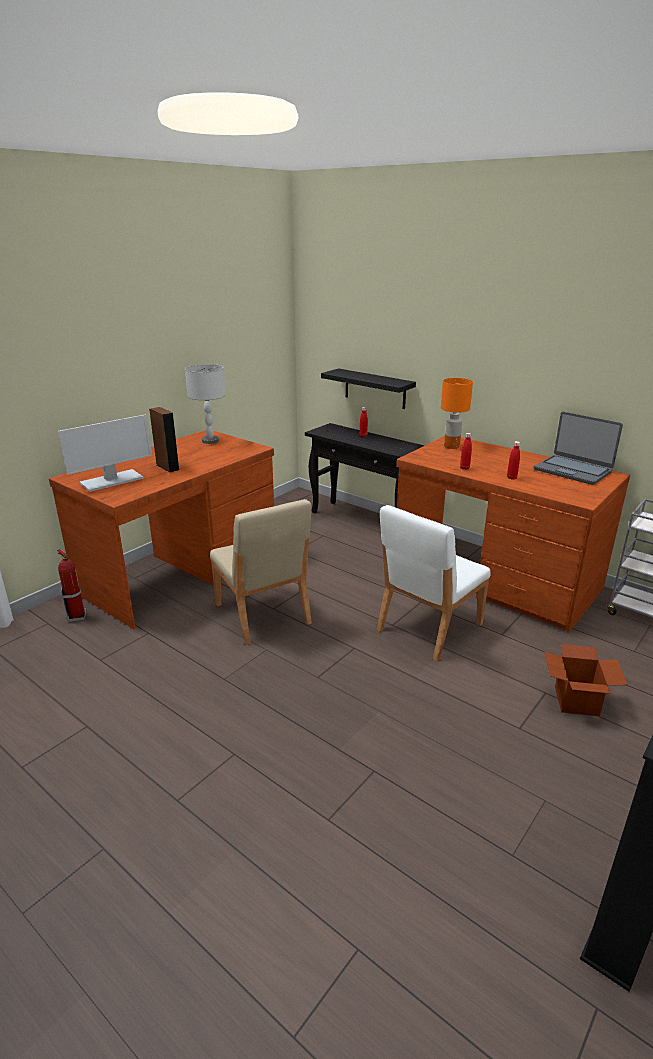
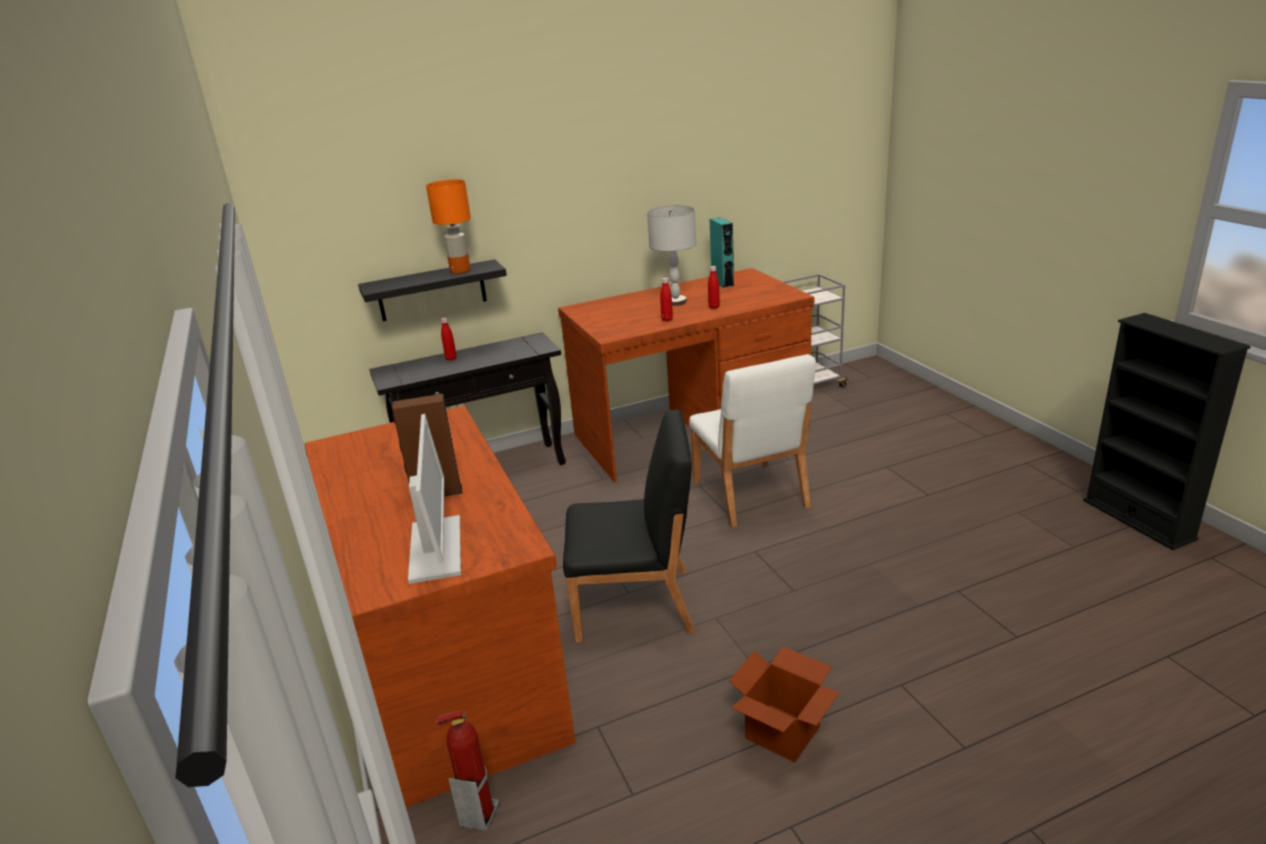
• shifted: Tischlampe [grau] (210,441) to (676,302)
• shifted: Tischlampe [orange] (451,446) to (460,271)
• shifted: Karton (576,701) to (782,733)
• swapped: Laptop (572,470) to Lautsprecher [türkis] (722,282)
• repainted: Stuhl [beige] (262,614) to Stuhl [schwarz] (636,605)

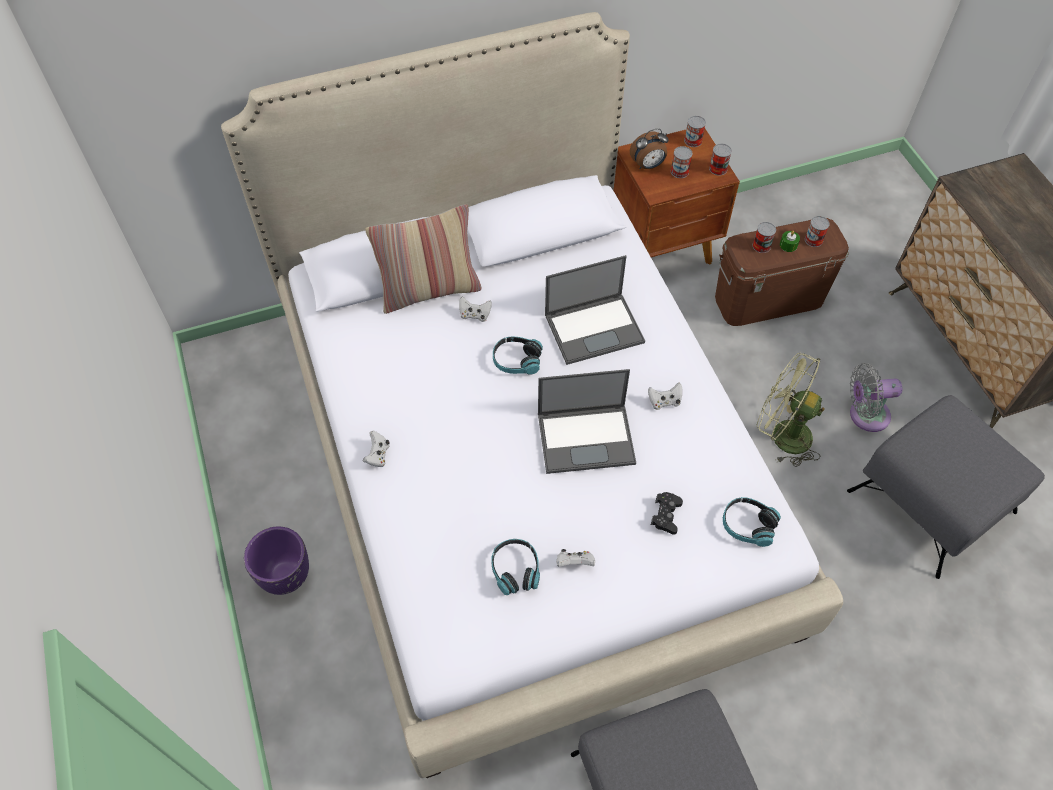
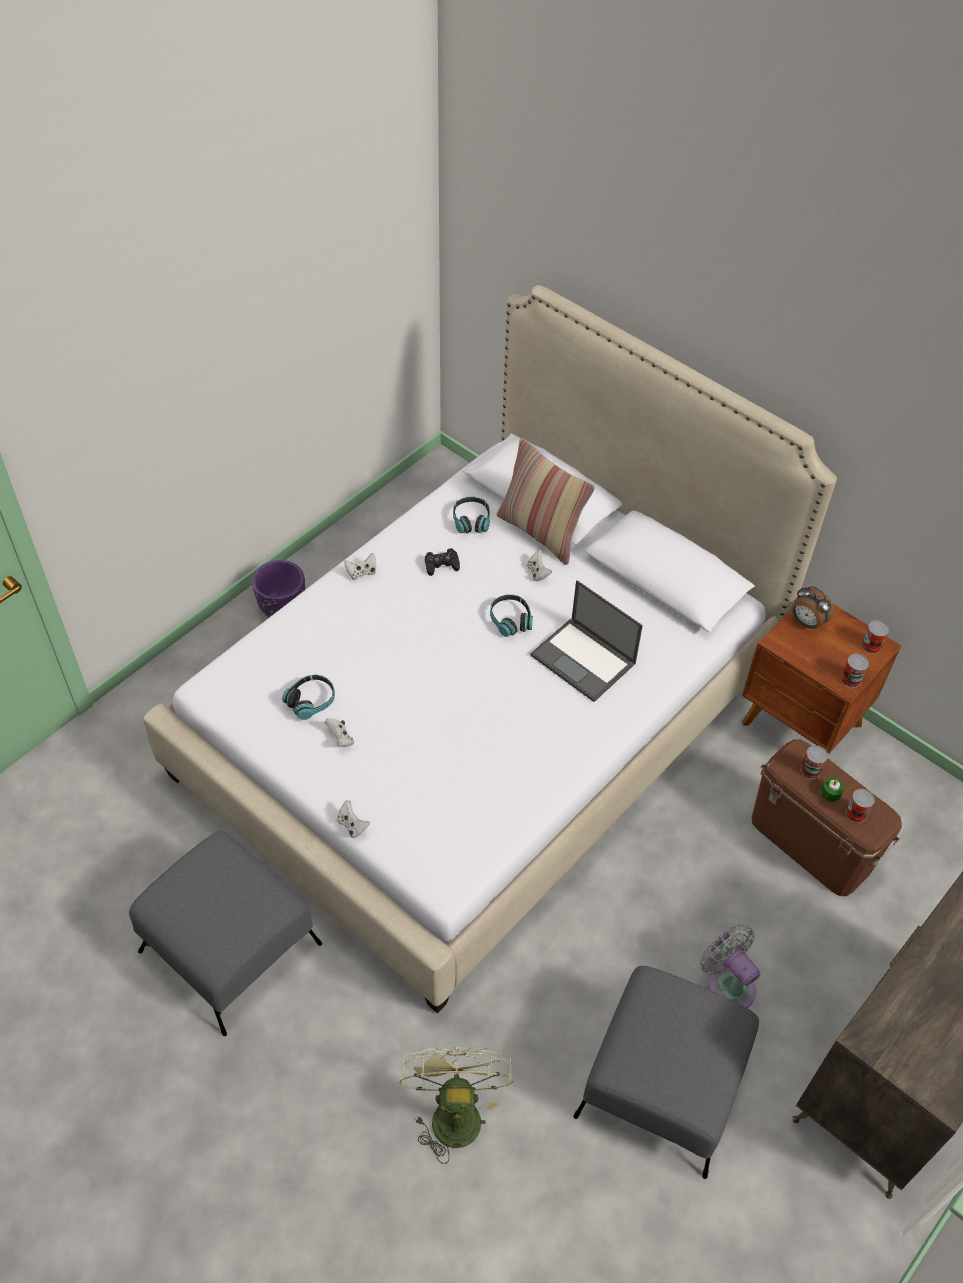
• gone: Laptop (587,438)
• gone: Dose (679,171)
• shifted: Gamepad [weiß] (664,401) to (352,825)
• shifted: Gamepad [schwarz] (666,515) to (441,565)
• shifted: Kopfhörer (748,525) to (471,520)
• shifted: Ventilator [grün] (782,435) to (453,1111)

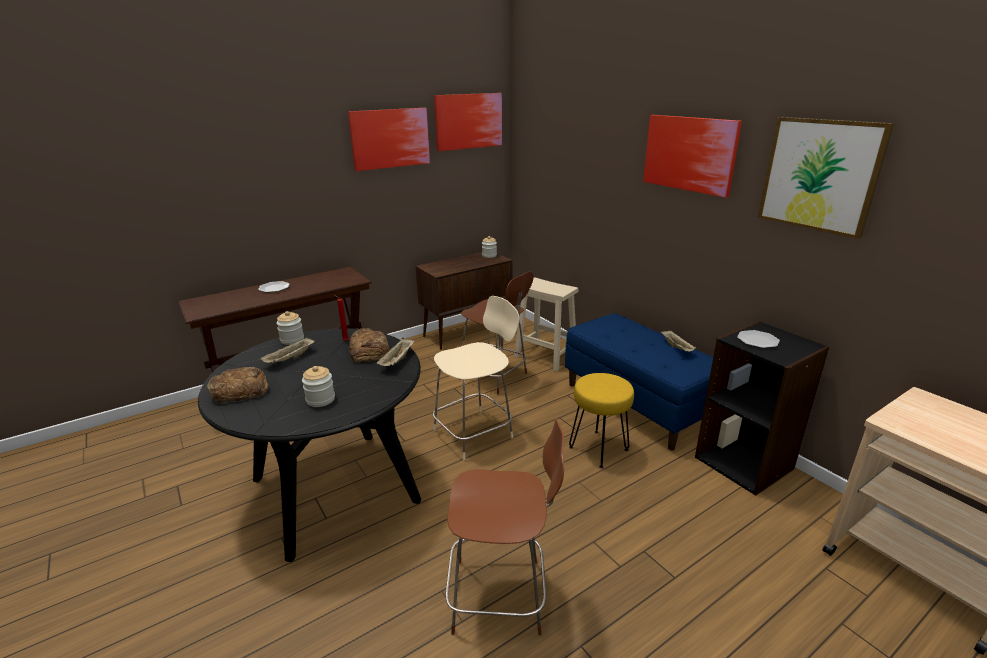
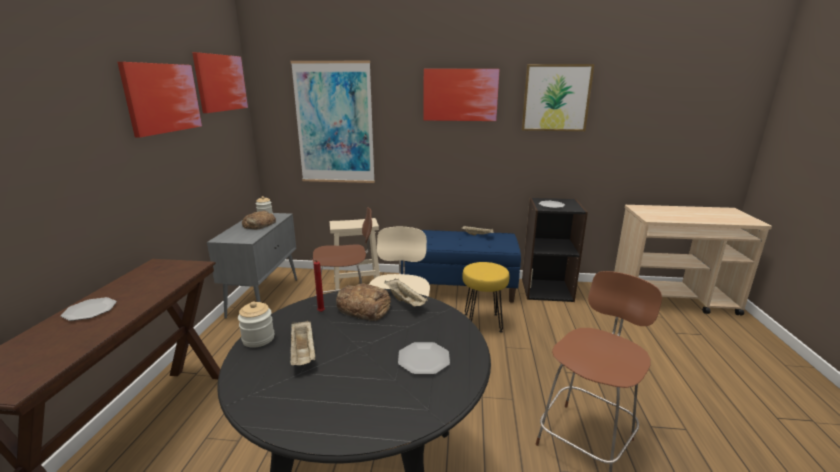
• new: Bild (334,124)
• shifted: Brot (239,391) to (259,225)
• swapped: Vorratsglas (320,399) to Teller (423,360)
• repainted: Schrank [braun] (467,332) to Schrank [grau] (264,297)

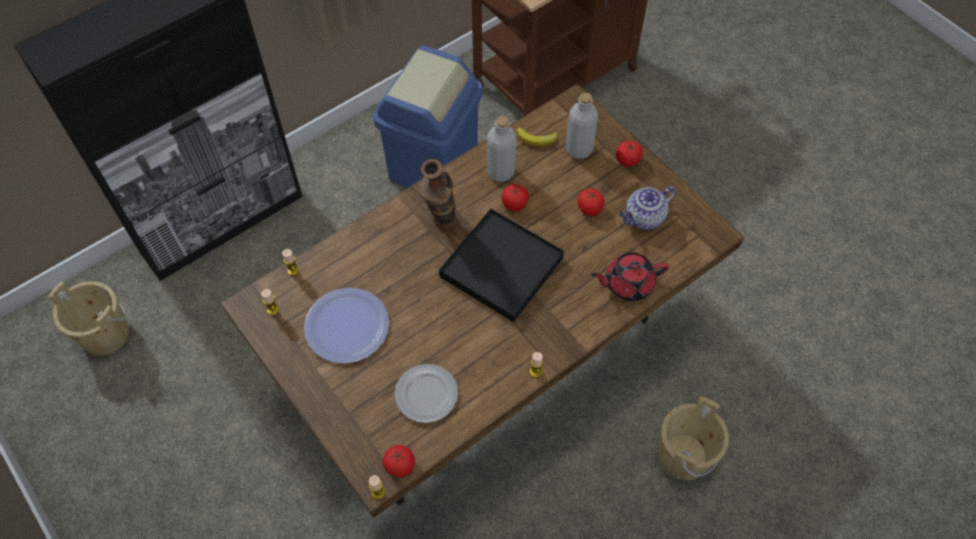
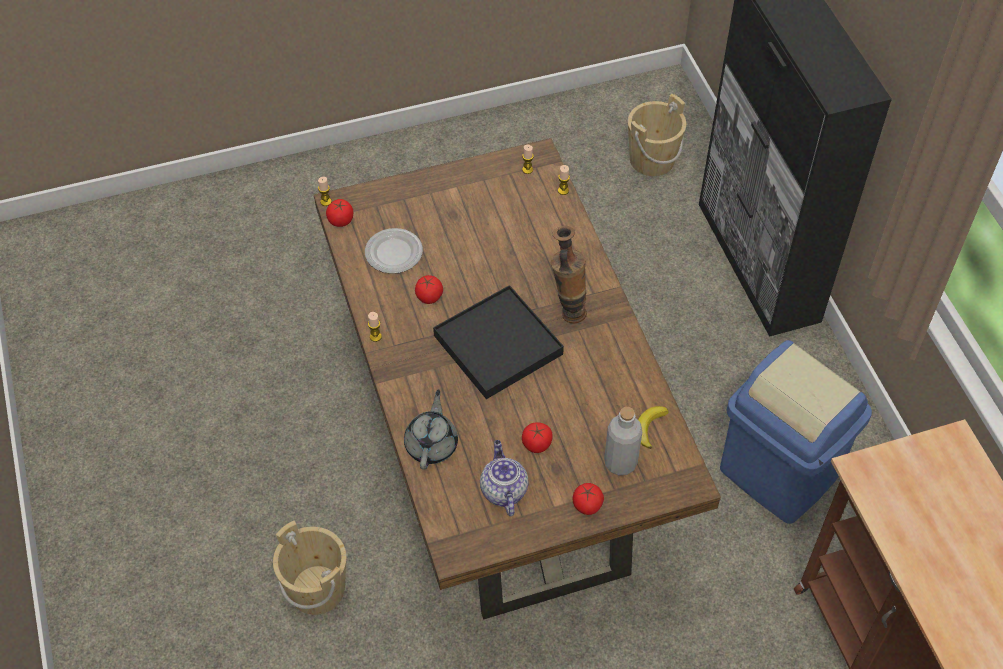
• gone: Teller (347,326)
• gone: Flasche [grau] (501,172)
• shifted: Tomate (514,204) to (429,297)
• repainted: Teekanne [rot] (627,283) to Teekanne [grau] (432,444)

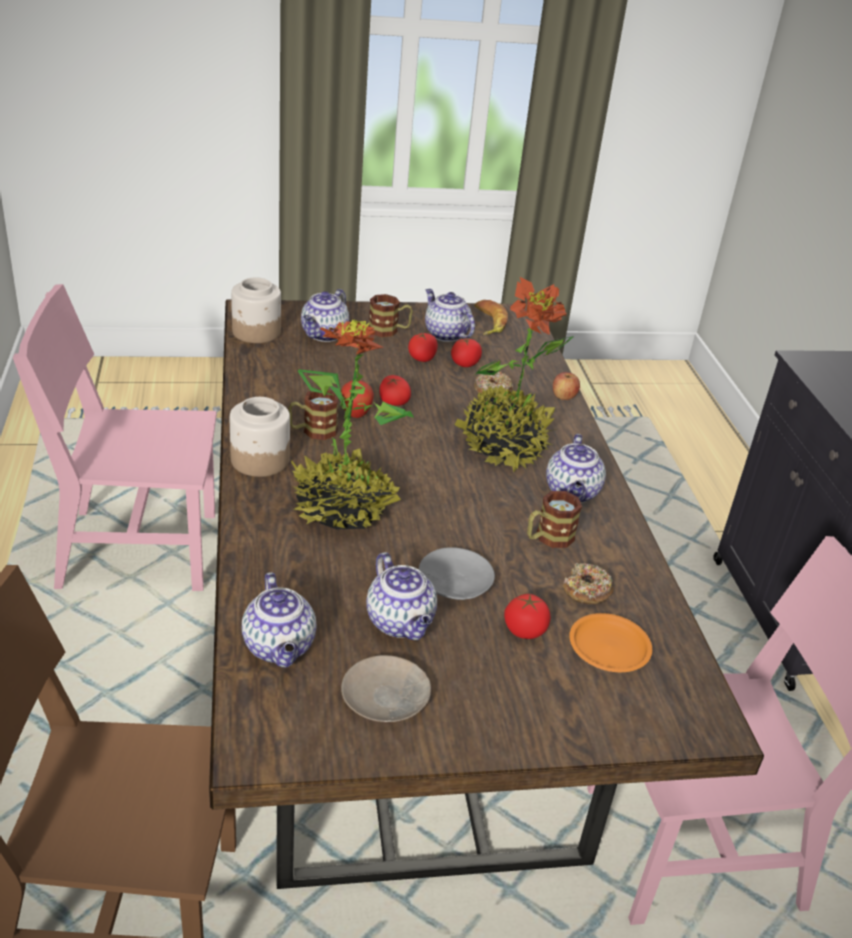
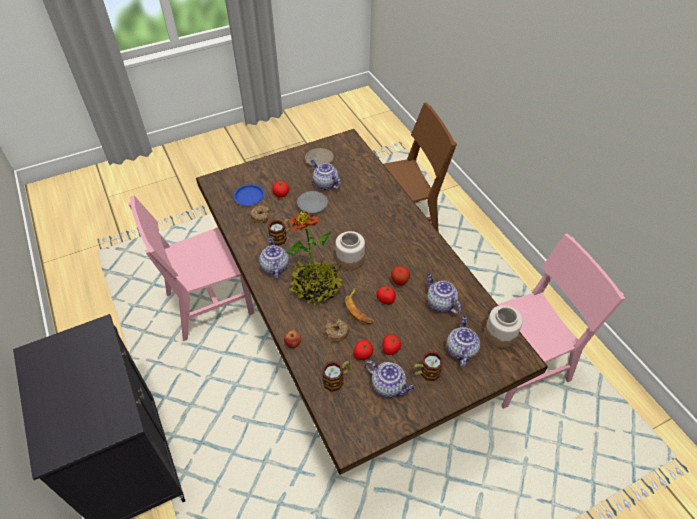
• gone: Topfpflanze (343,508)
• shifted: Vorratsglas (259,460) to (350,259)
• shifted: Teekanne (280,647) to (440,303)
• shifted: Henkelbecher (313,431) to (337,379)
• shifted: Banane (487,323) to (359,310)
• repainted: Teller [orange] (609,647) to Teller [blau] (249,197)

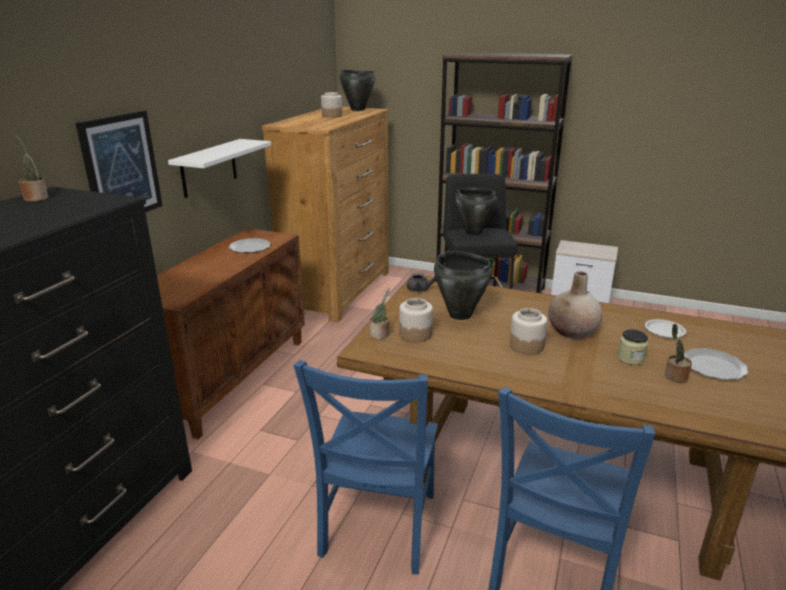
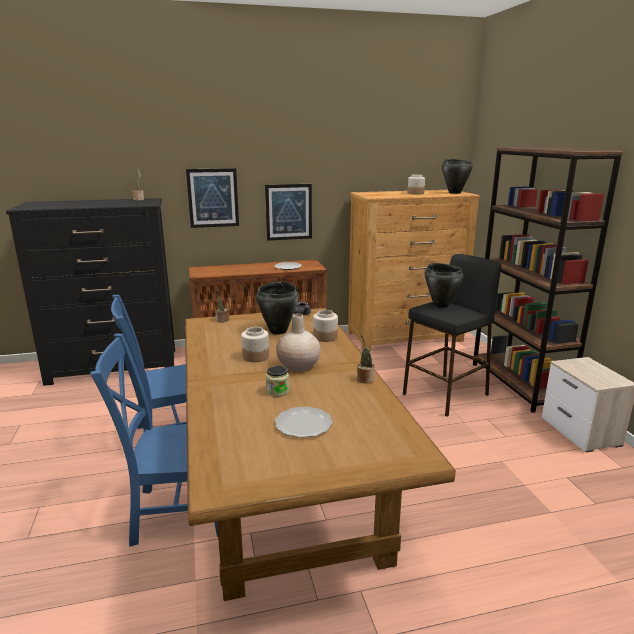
• gone: Teller [weiß] (664,331)
• shifted: Vorratsglas (415,334) to (325,337)
• shifted: Topfpflanze (674,377) to (364,379)
• swapped: Wandregal [weiß] (209,168) to Bild (288,212)

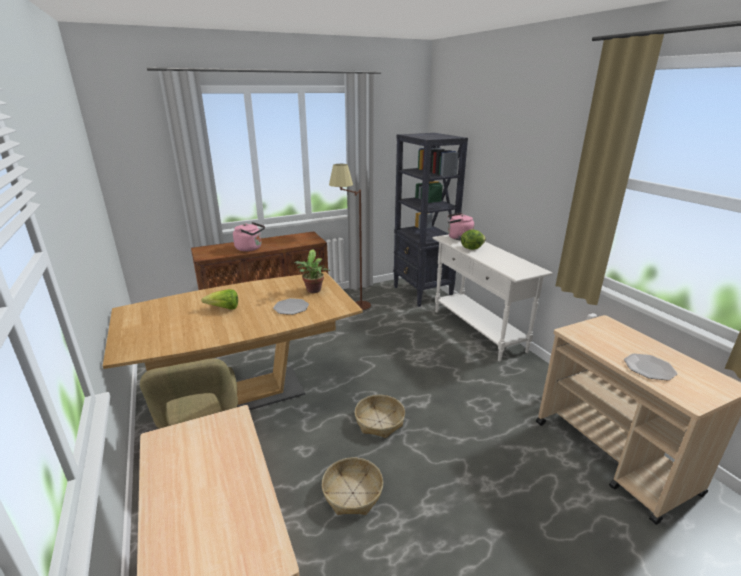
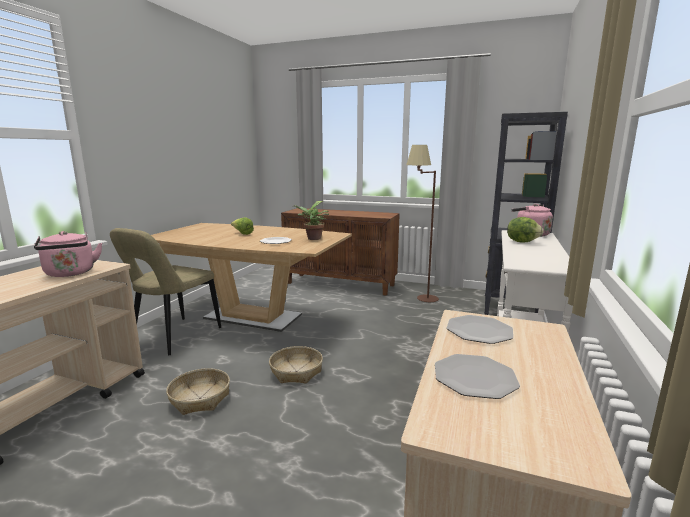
• new: Teller (479,331)
• shifted: Wasserkessel [rosa] (250,248) to (70,273)

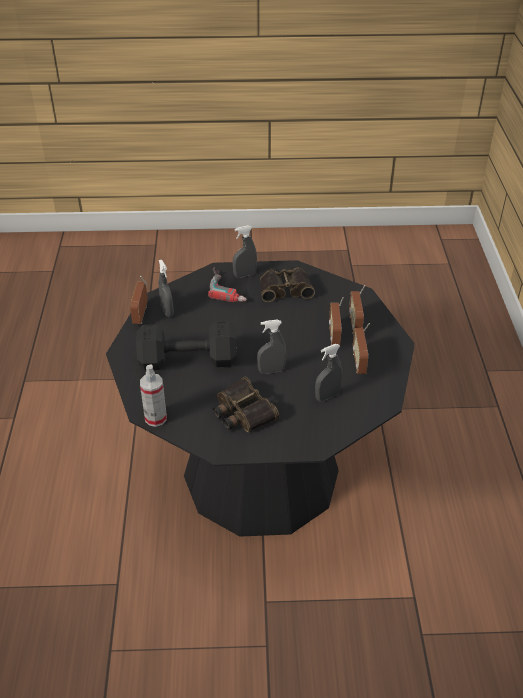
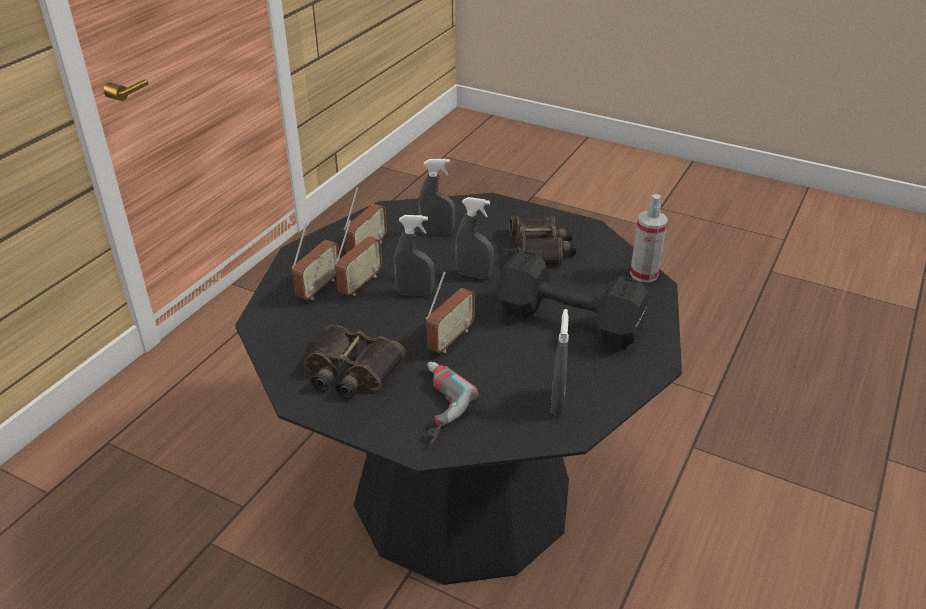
• shifted: Radio (141,315) to (450,339)
• shifted: Sprühflasche [grau] (245,275) to (415,293)

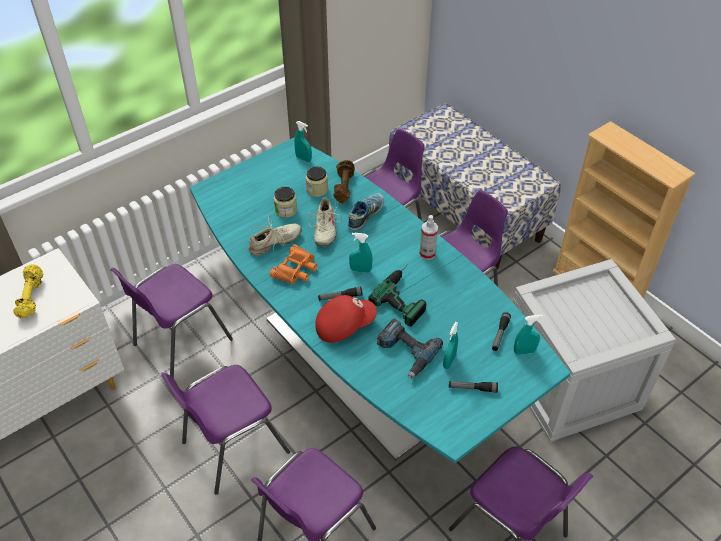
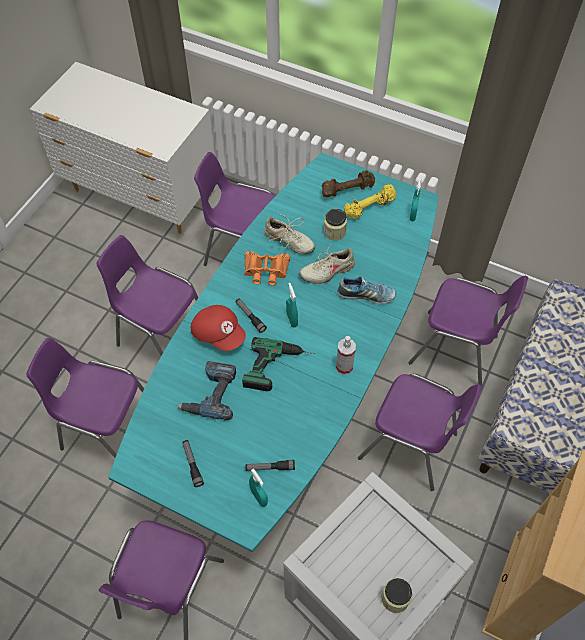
• gone: Sprühflasche [türkis] (449,361)
• shifted: Hantel [gelb] (32,297) to (370,208)
• shifted: Vorratsglas (317,190) to (395,598)
• shifted: Hantel [braun] (343,187) to (347,190)

